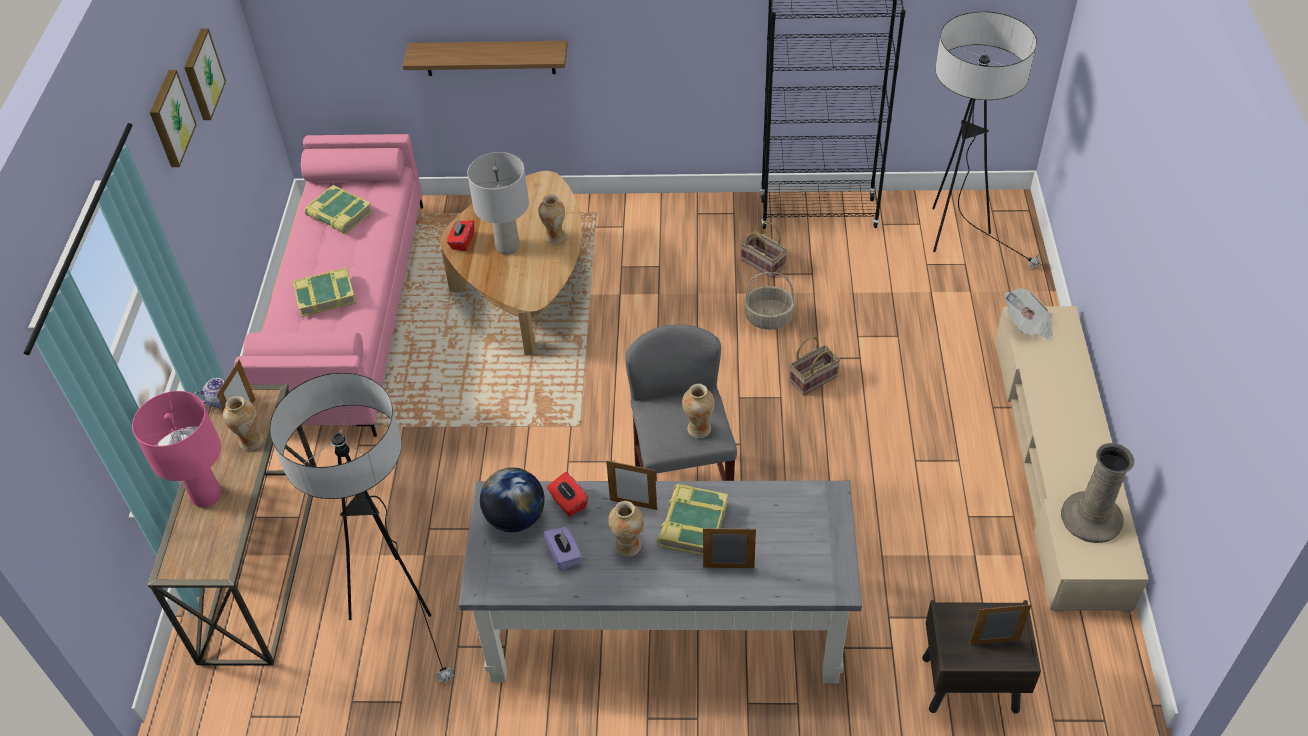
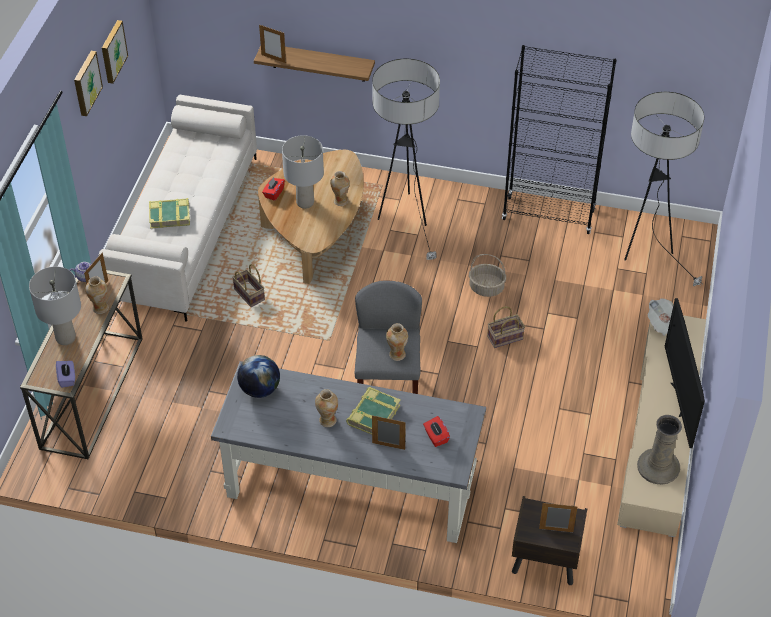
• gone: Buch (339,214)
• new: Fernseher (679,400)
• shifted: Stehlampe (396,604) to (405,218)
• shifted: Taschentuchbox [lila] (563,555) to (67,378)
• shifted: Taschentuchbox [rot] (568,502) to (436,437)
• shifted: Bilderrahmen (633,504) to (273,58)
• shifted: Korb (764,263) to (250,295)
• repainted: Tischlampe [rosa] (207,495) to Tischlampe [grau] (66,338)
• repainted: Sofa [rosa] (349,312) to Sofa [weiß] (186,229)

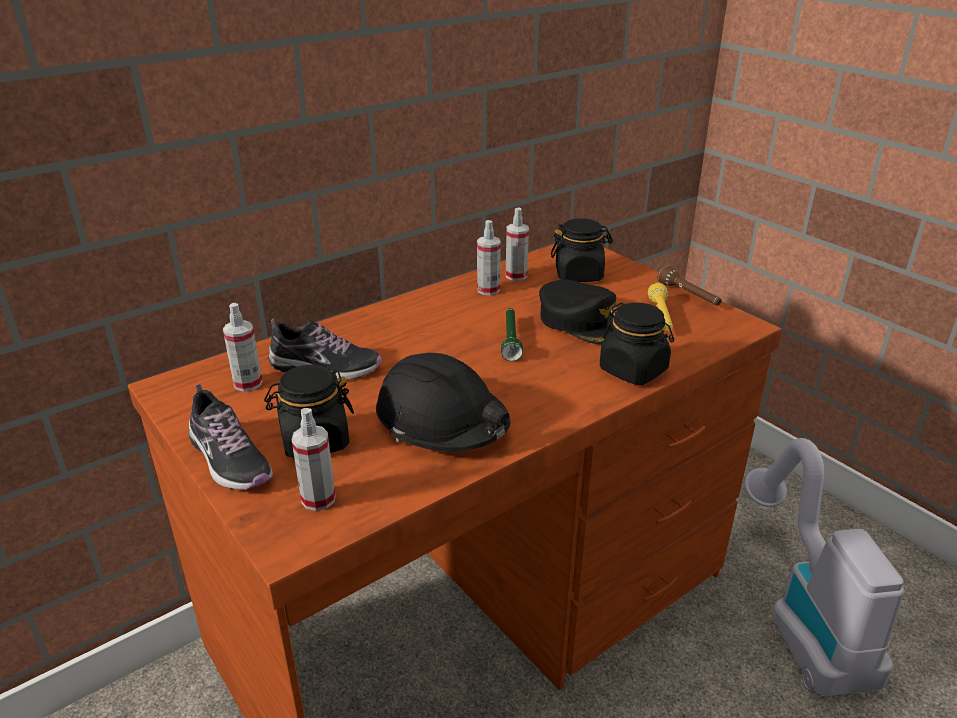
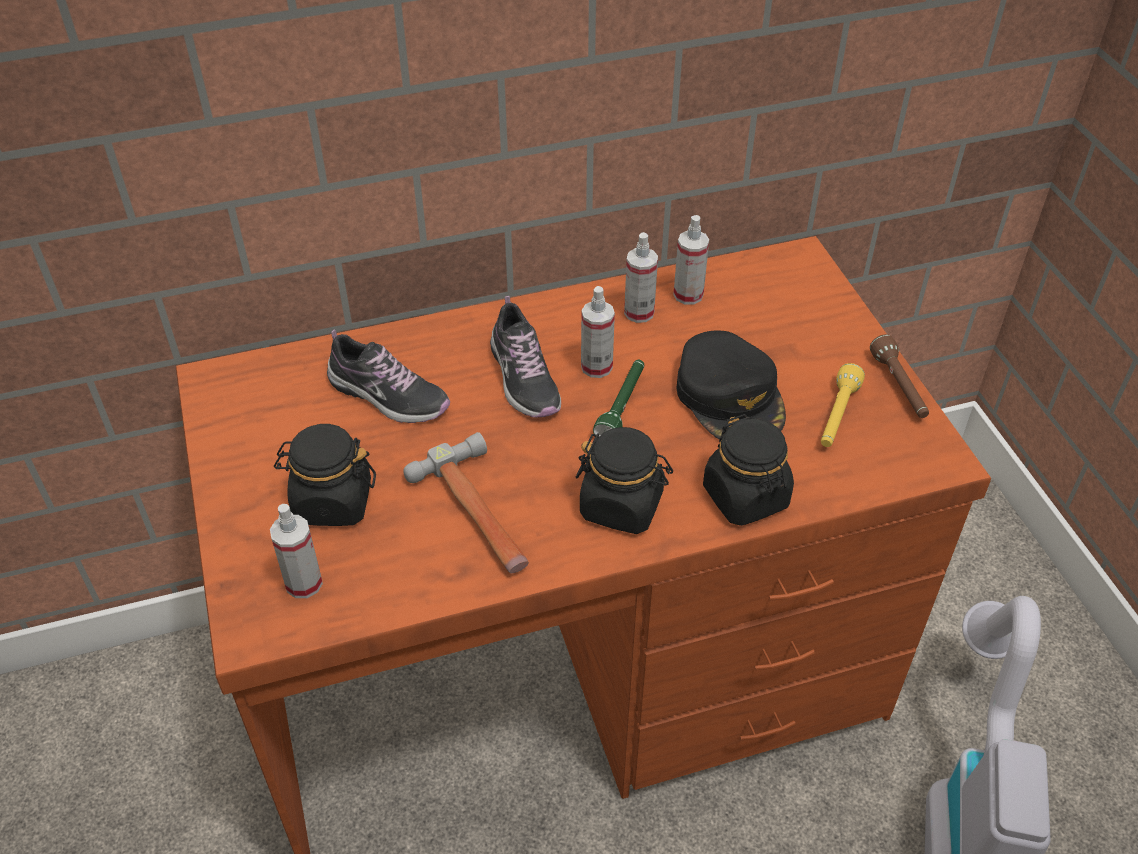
• shifted: Schuh (229,459) to (524,378)
• shifted: Sprühflasche (248,383) to (596,367)
• shifted: Vorratsglas [schwarz] (579,274) to (622,505)
• swapped: Schutzhelm [schwarz] (442,422) to Hammer (479,514)

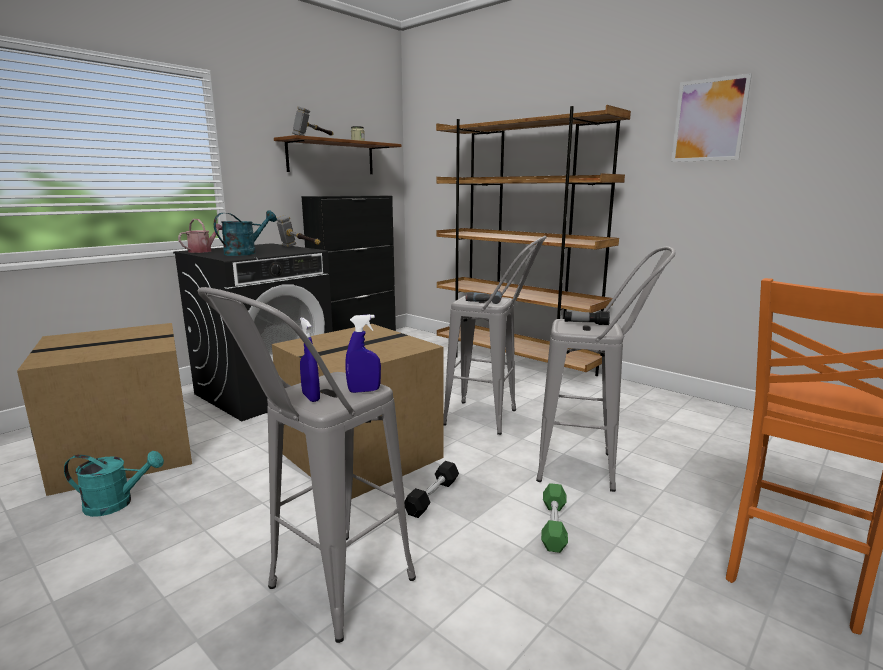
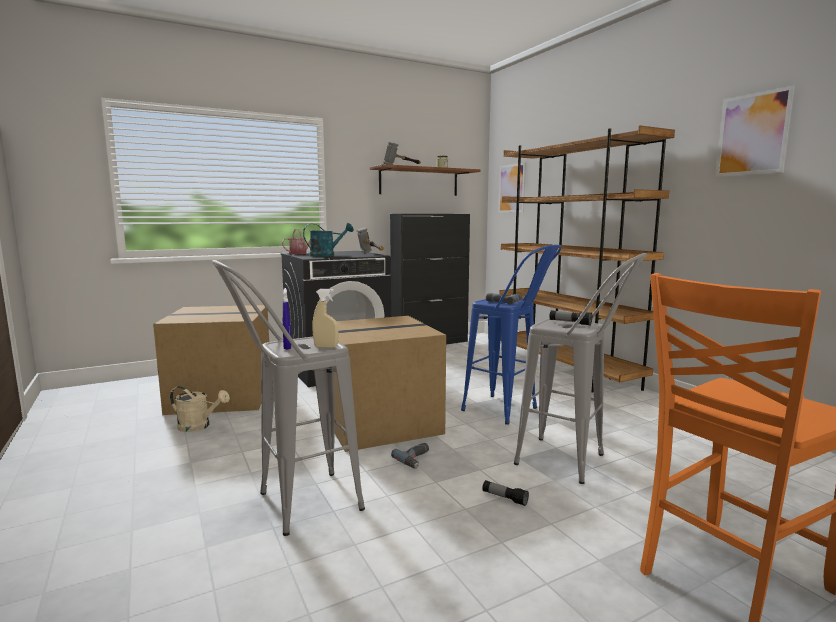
• new: Bild (512,188)
• swapped: Hantel [schwarz] (432,496) to Bohrmaschine (416,459)
• swapped: Hantel [grün] (553,525) to Taschenlampe (504,498)
• repainted: Gießkanne [türkis] (117,504) to Gießkanne [beige] (199,426)
• repainted: Sprühflasche [blau] (364,391) to Sprühflasche [beige] (326,347)
• repainted: Hocker [grau] (492,419) to Hocker [blau] (509,412)

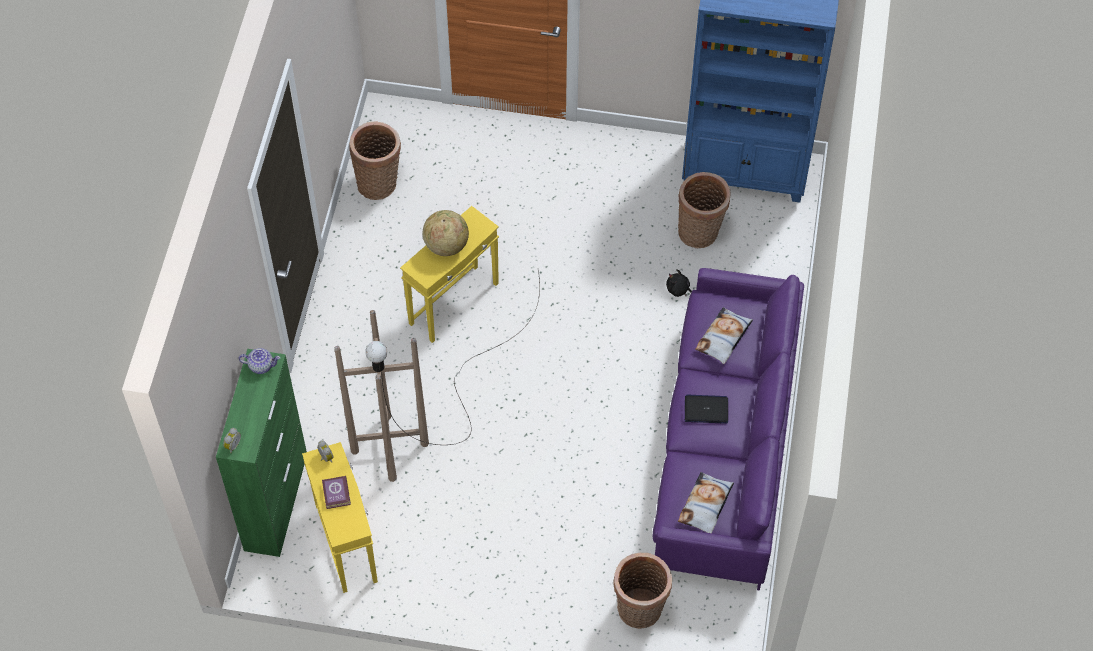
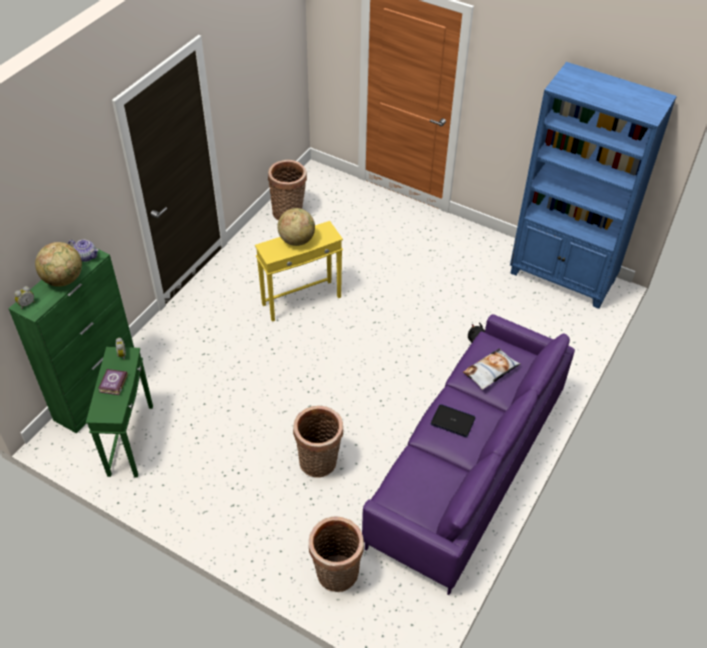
• gone: Stehlampe [braun] (436,411)
• gone: Kissen (706,505)
• new: Globus (64,279)
• shifted: Korb (700,233) to (319,464)
• repainted: Beistelltisch [gelb] (346,542) to Beistelltisch [grün] (131,439)

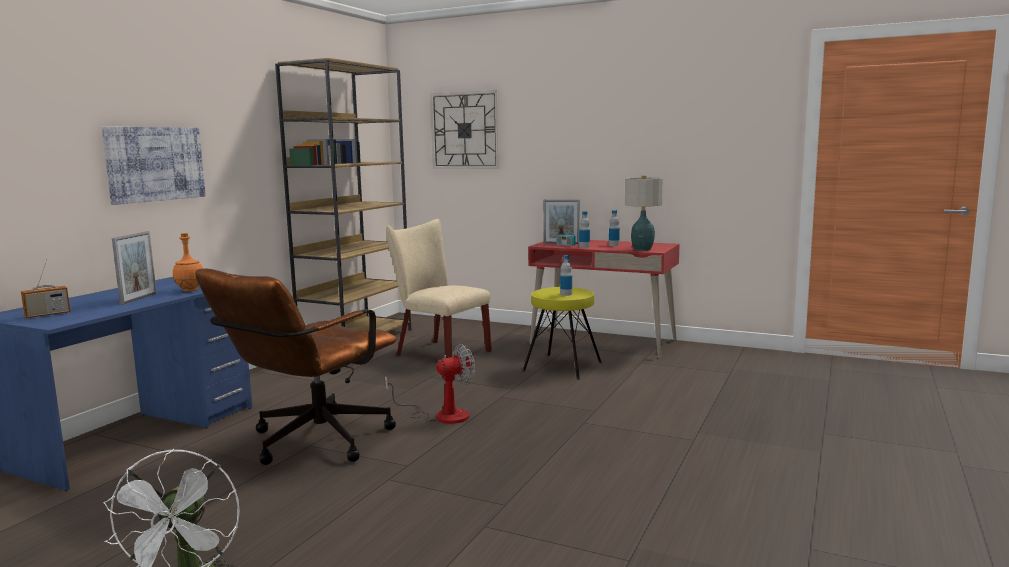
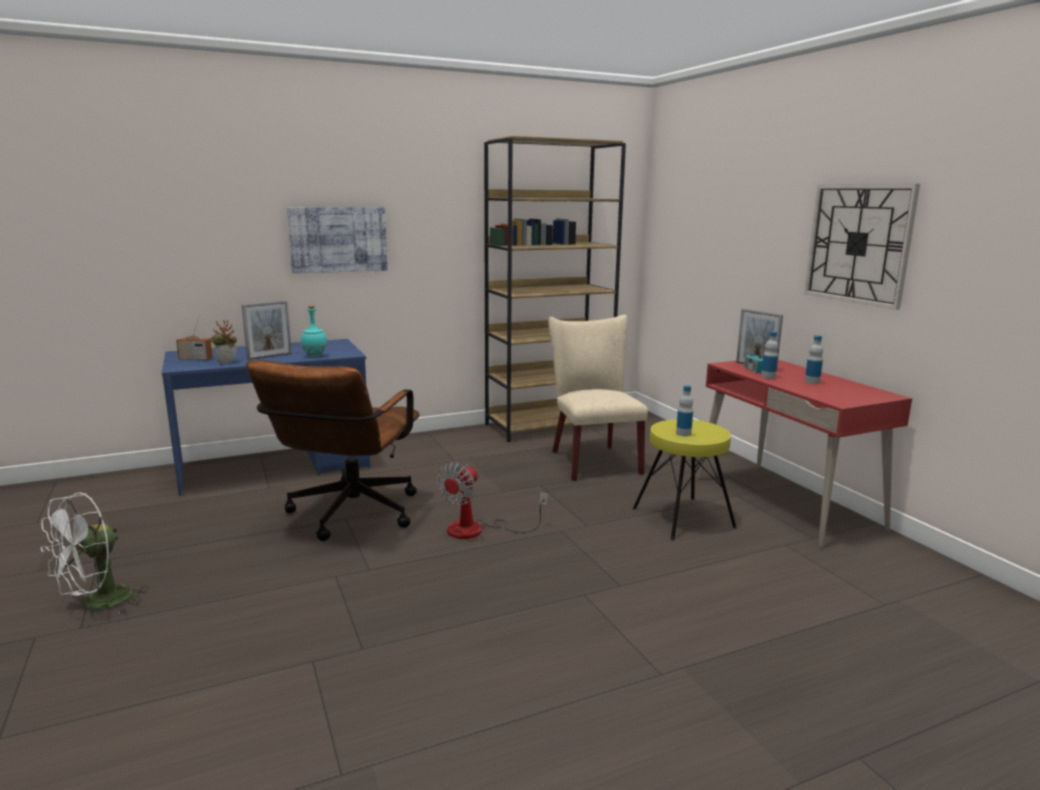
• gone: Tischlampe (642,249)
• new: Topfpflanze (226,363)
• shifted: Wanduhr (465,130) to (858,243)
• repainted: Flasche [orange] (189,290) to Flasche [türkis] (314,355)
• rotated: Bürostuhl [braun] (310,444) = (348,517) 60 degrees counterclockwise
• rotated: Ventilator (441,415) = (478,530) 105 degrees clockwise

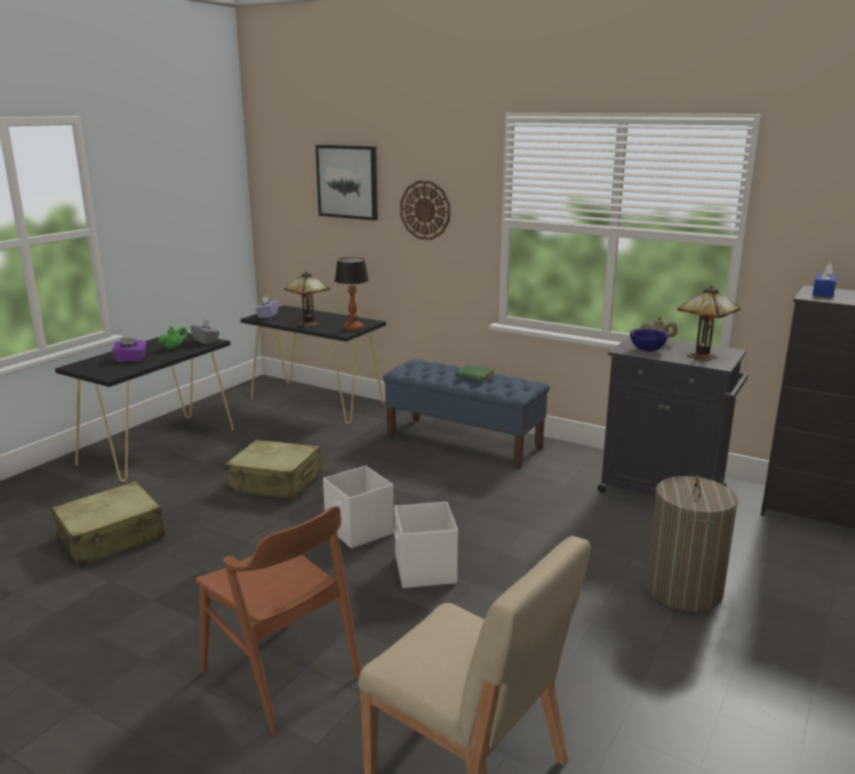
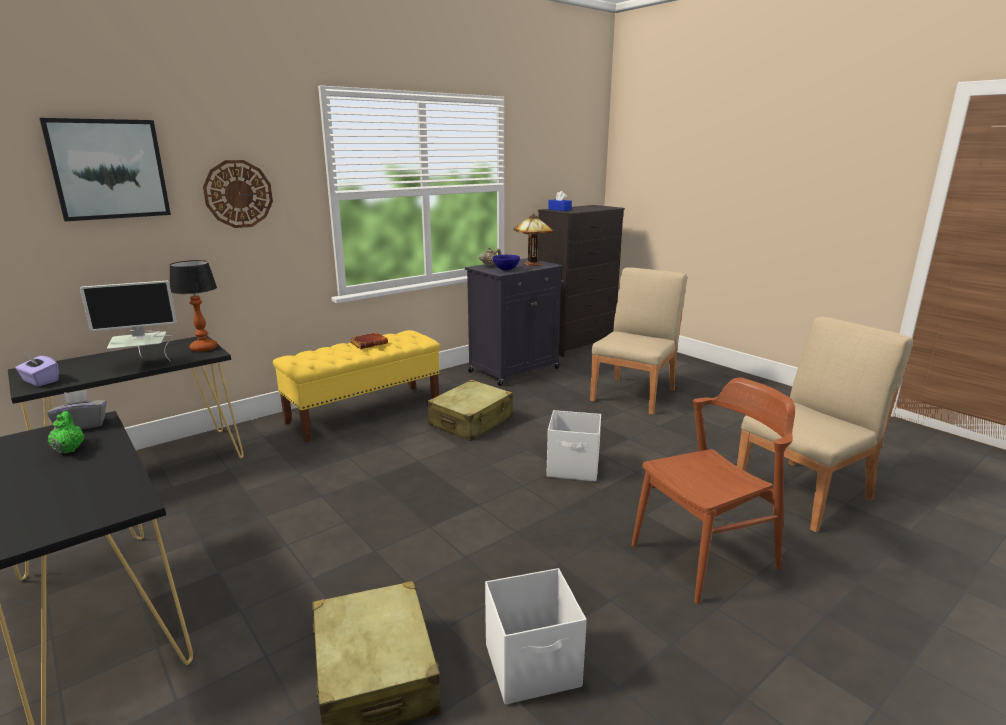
• gone: Taschentuchbox [lila] (130,359)
• shifted: Koffer [beige] (276,483) to (471,421)
• shifted: Aufbewahrungsbox [weiß] (359,531) to (534,666)
• swapped: Tischlampe (310,325) to Monitor (143,364)
• swapped: Wäschekorb (683,590) to Stuhl [beige] (634,394)
• repainted: Bank [blau] (464,442) to Bank [gelb] (365,412)
• repainted: Buch [grün] (476,376) to Buch [braun] (369,343)

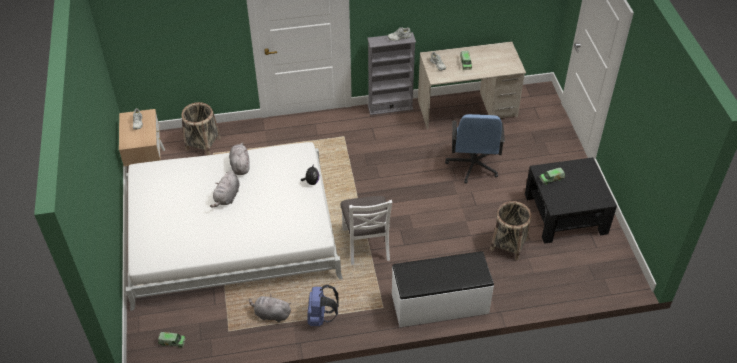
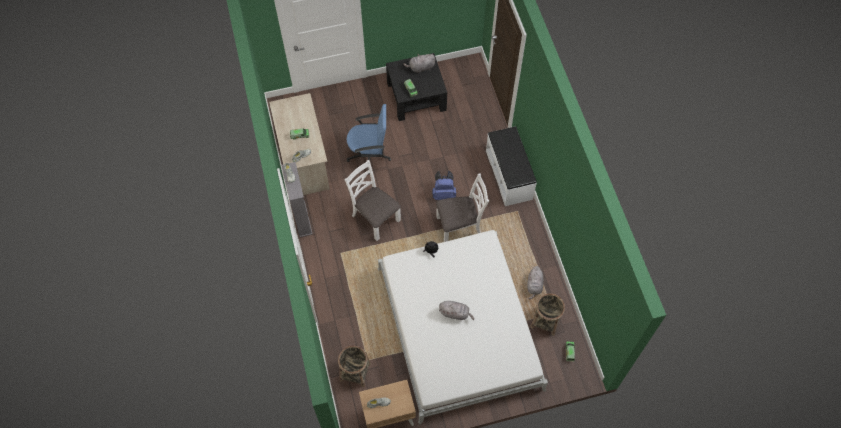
• new: Stuhl [weiß] (375,218)
• shifted: Plüschtier [grau] (240,165) to (421,67)
• shifted: Rucksack [blau] (321,317) to (443,194)
• shifted: Korb (508,244) to (545,320)

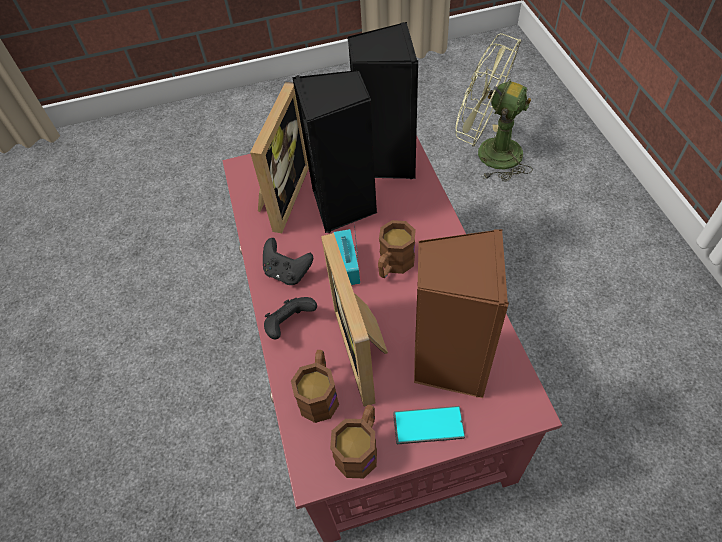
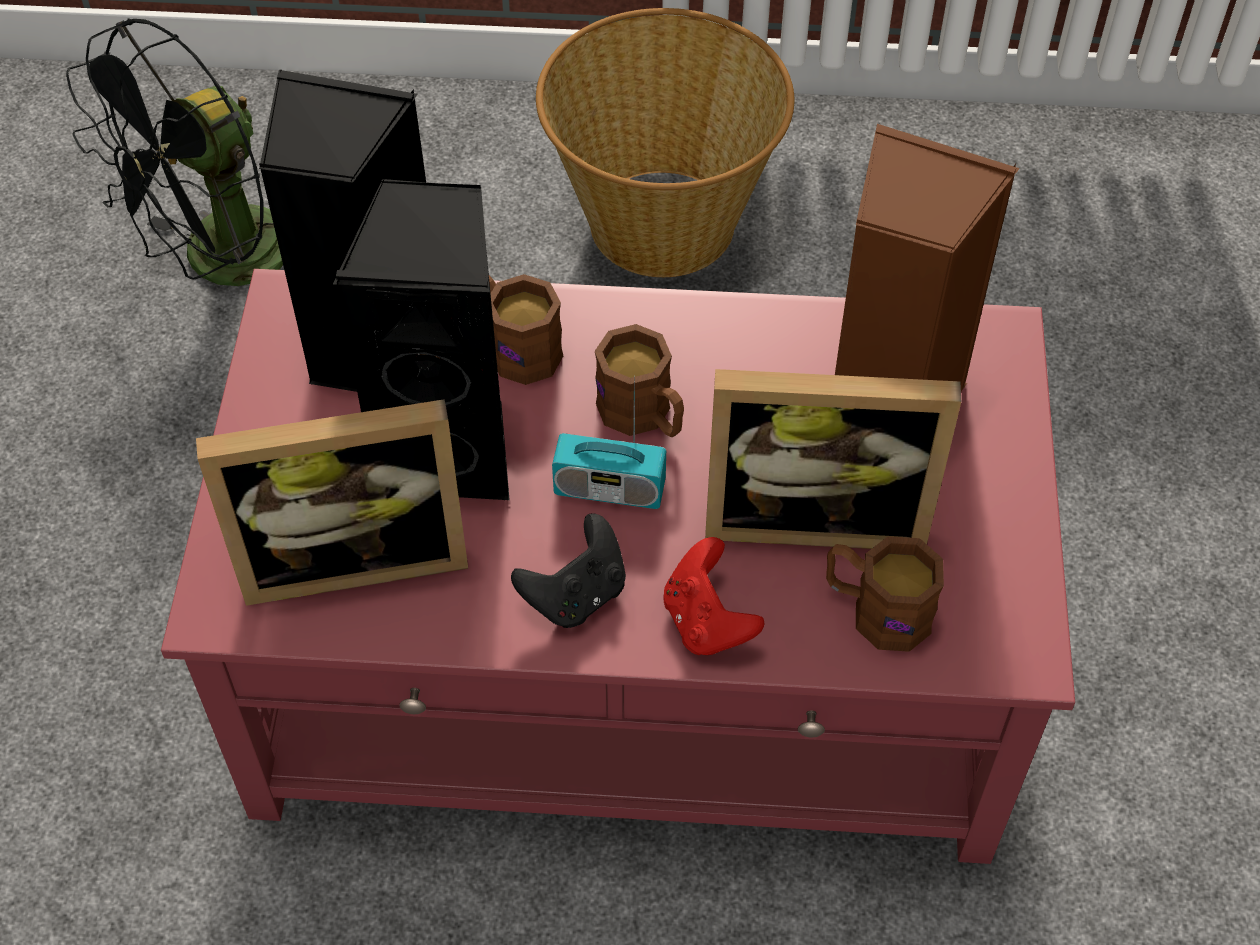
• gone: Handy (428,425)
• new: Korb (662,220)
• shifted: Henkelbecher [braun] (360,448) to (515,346)
• repainted: Gamepad [schwarz] (290,325) to Gamepad [rot] (707,621)
• repainted: Ventilator [grün] (488,153) to Ventilator [schwarz] (222,265)
• rotated: Bilderrahmen (281,195) = (353,555) 135 degrees clockwise

